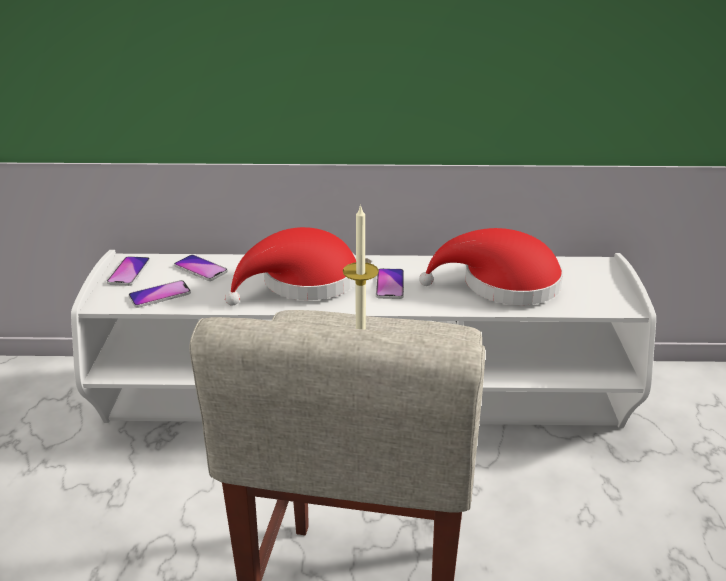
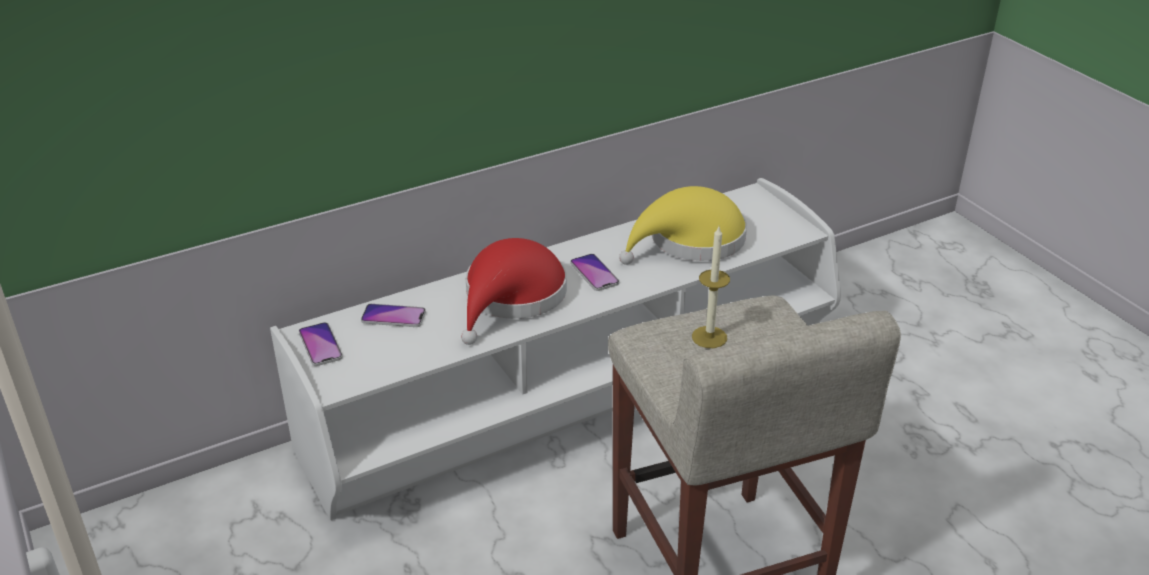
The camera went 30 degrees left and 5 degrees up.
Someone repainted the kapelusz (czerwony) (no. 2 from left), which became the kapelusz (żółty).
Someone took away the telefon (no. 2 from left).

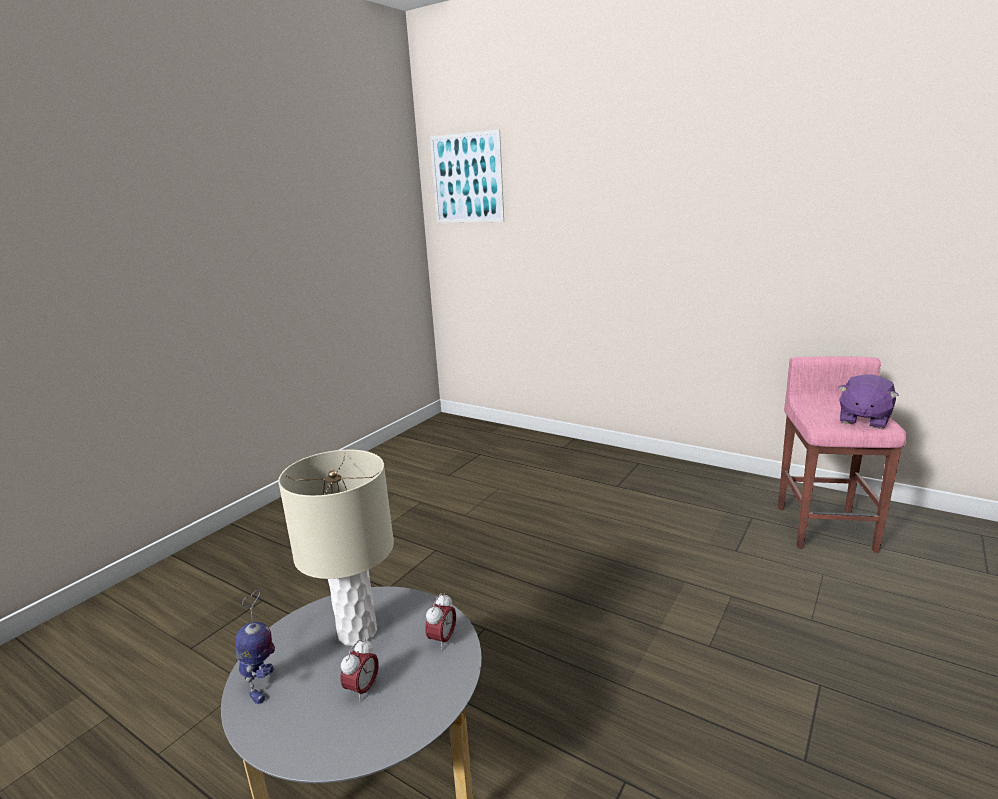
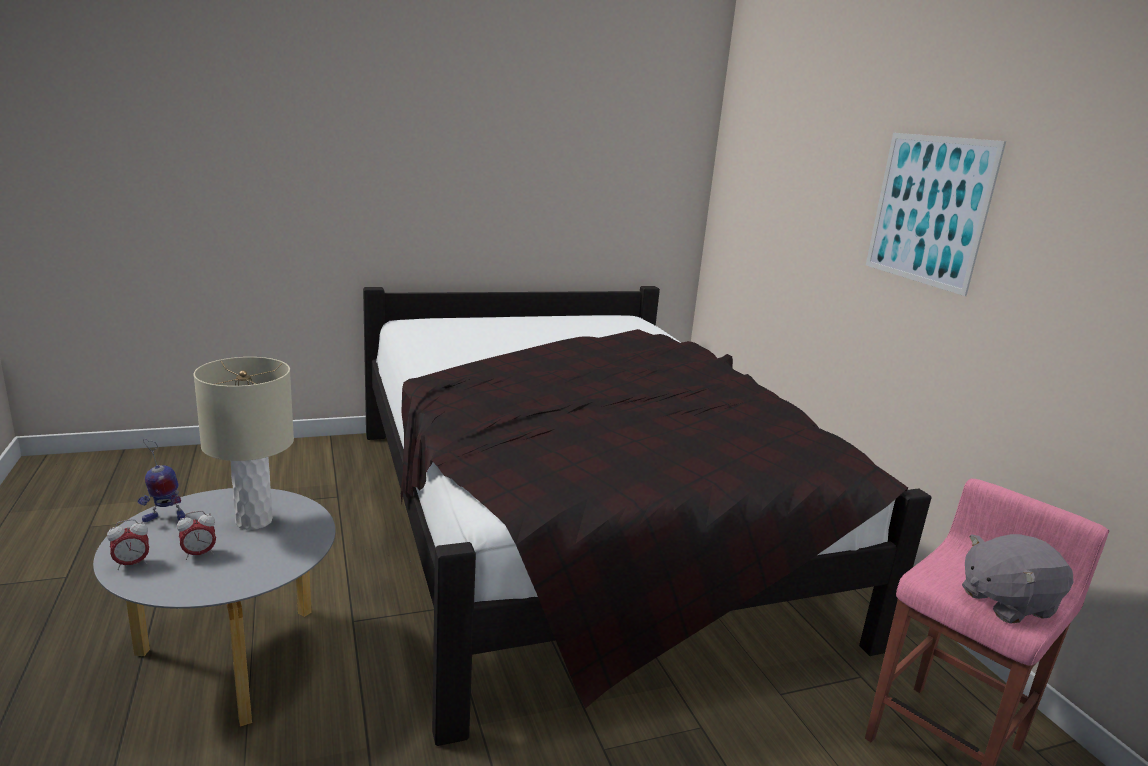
The camera went 35 degrees right and 0 degrees up.
Someone carried the budzik (no. 2 from left in the first image).
Someone rotated the robot zabawkowy by 45 degrees clockwise.
Someone put down the łóżko (czarny).
Someone carried the obraz.
Someone repainted the pluszak (fioletowy), which became the pluszak (szary).

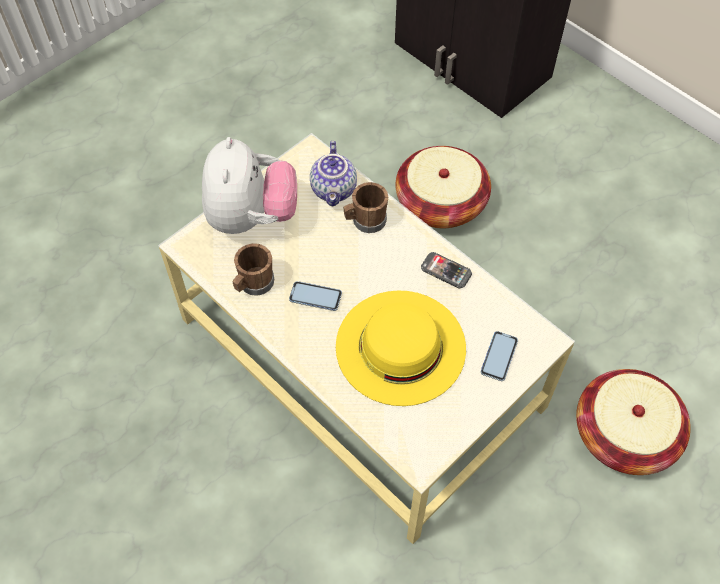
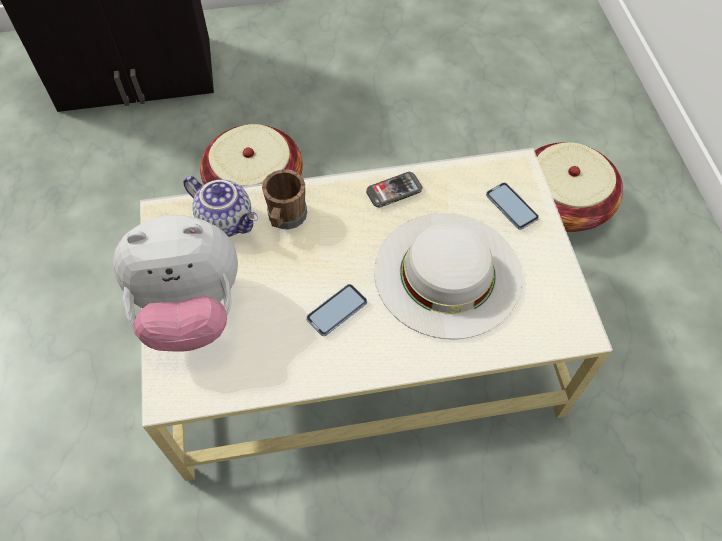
The camera went 55 degrees left and 0 degrees up.
Someone rotated the pluszak by 135 degrees clockwise.
Someone repainted the kapelusz (żółty), which became the kapelusz (biały).
Someone took away the kubek (brązowy) (no. 1 from left).

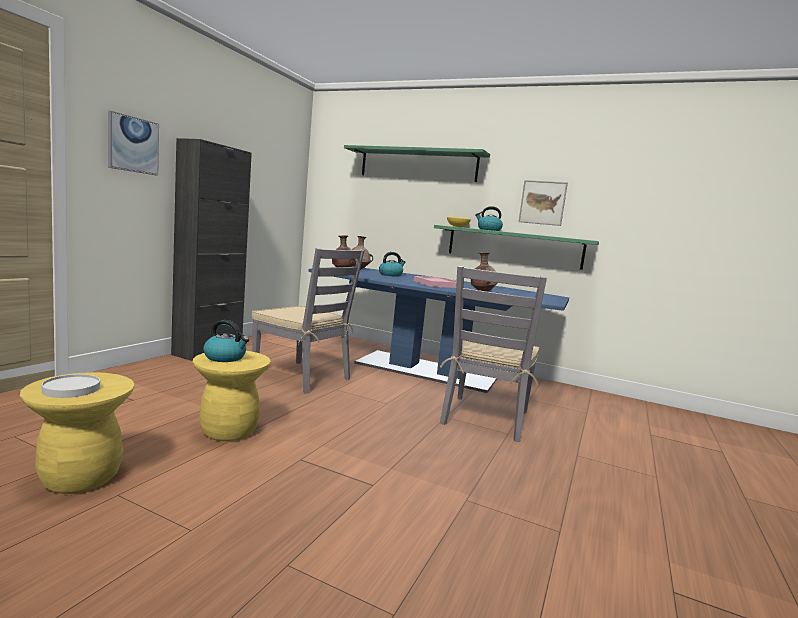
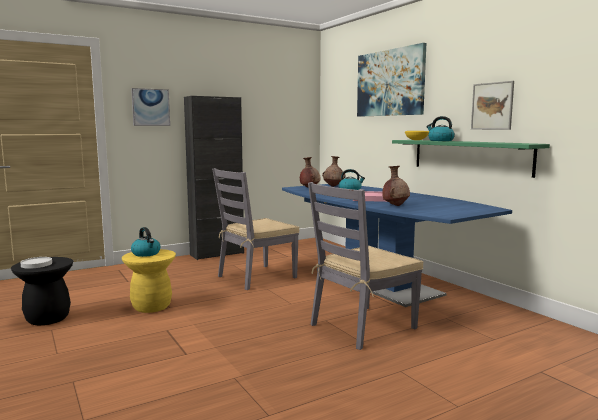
The camera went 35 degrees right and 0 degrees up.
Someone repainted the stołek (żółty) (no. 1 from left), which became the stołek (czarny).
Someone rotated the krzesło (szary) (no. 1 from left) by 75 degrees clockwise.
Someone swapped the półka (zielony) (no. 1 from left) for the obraz (no. 2 from left).

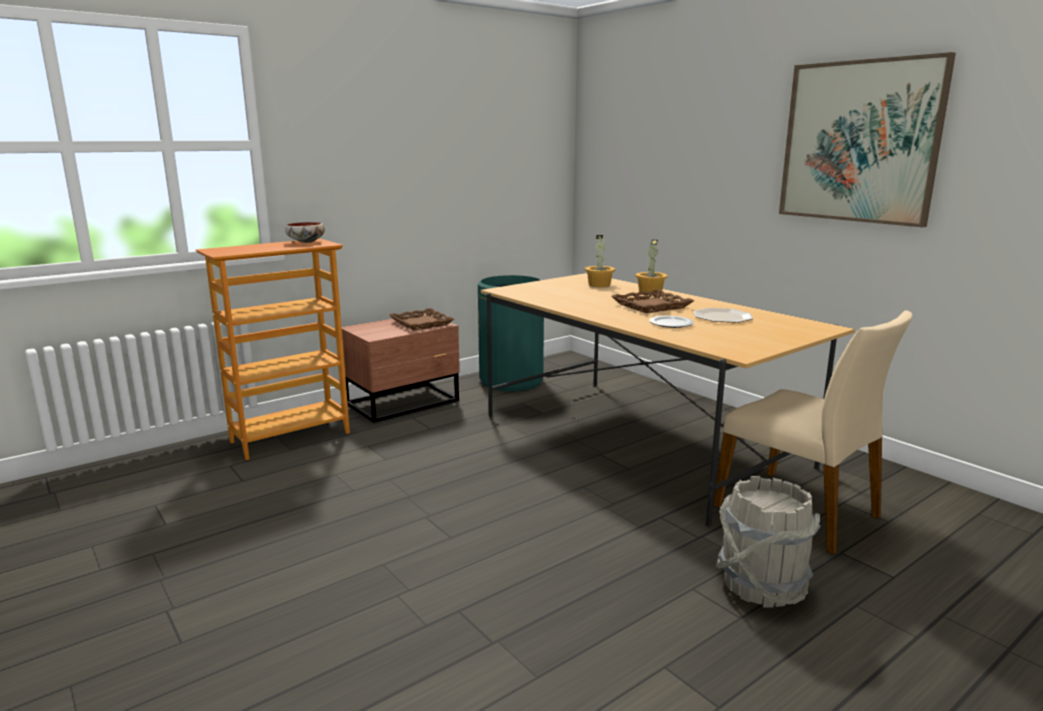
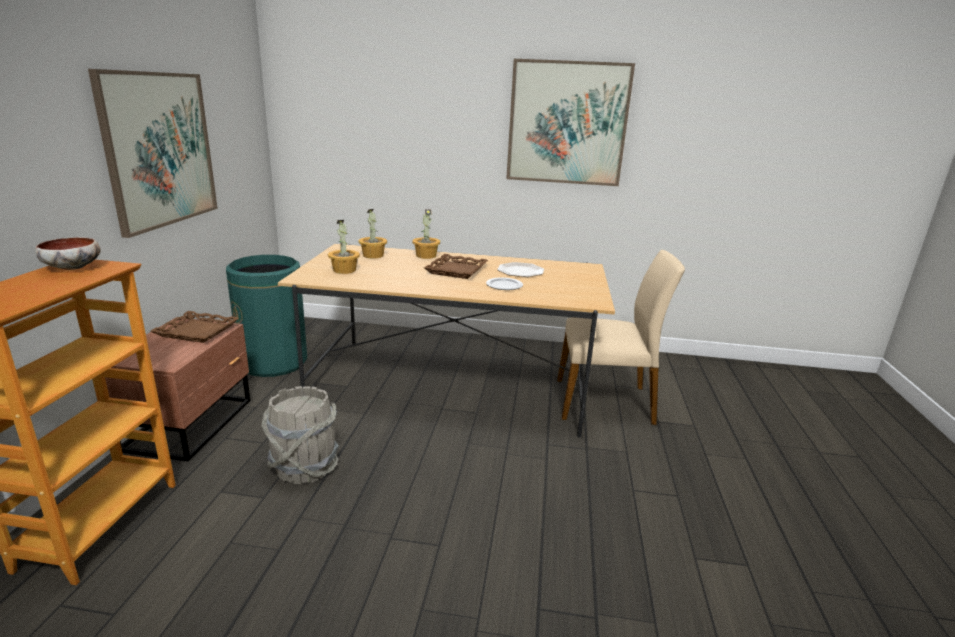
The camera went 45 degrees left and 5 degrees up.
Someone put up the obraz (no. 1 from left).
Someone carried the wiadro (szary).
Someone put down the roślina doniczkowa (no. 1 from left).

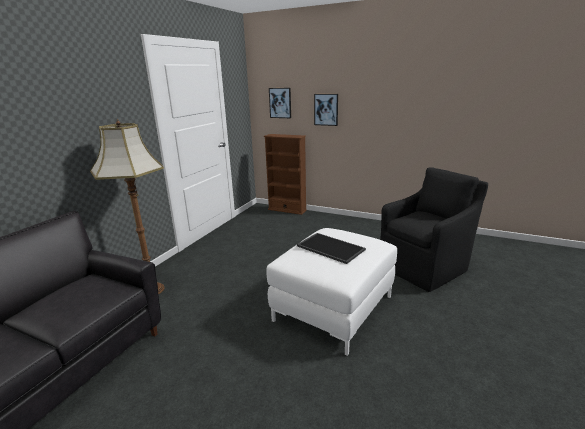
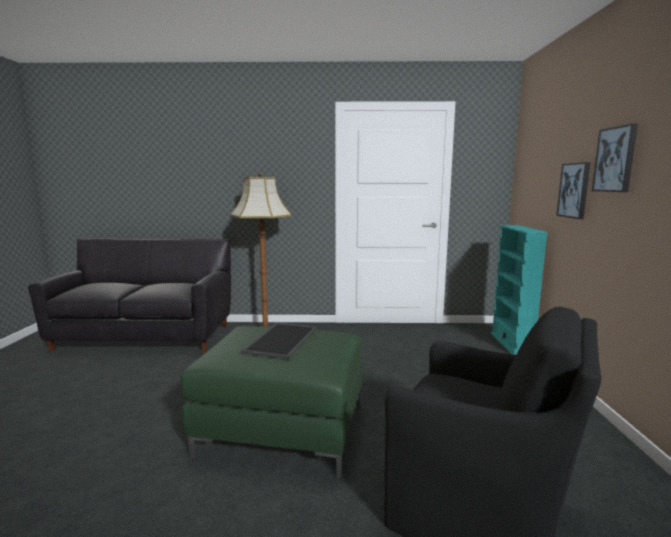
The camera went 65 degrees right and 10 degrees down.
Someone repainted the pufa (biały), which became the pufa (zielony).
Someone repainted the regał (brązowy), which became the regał (turkusowy).
Someone carried the obraz (no. 1 from left in the first image).

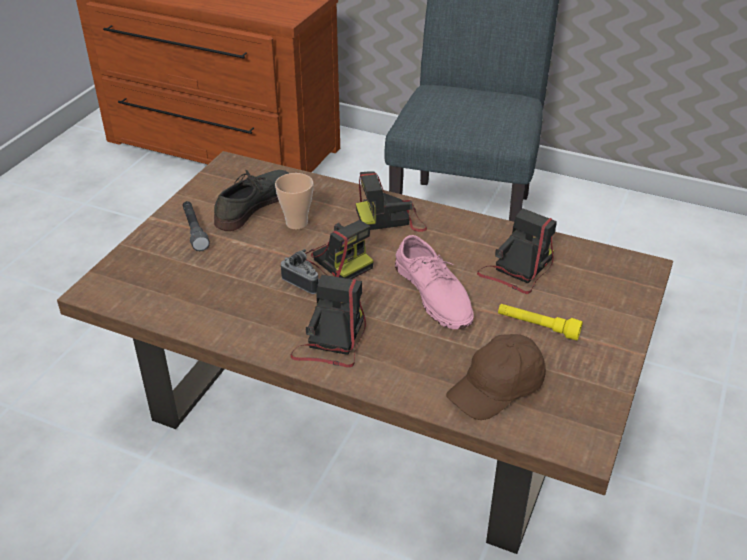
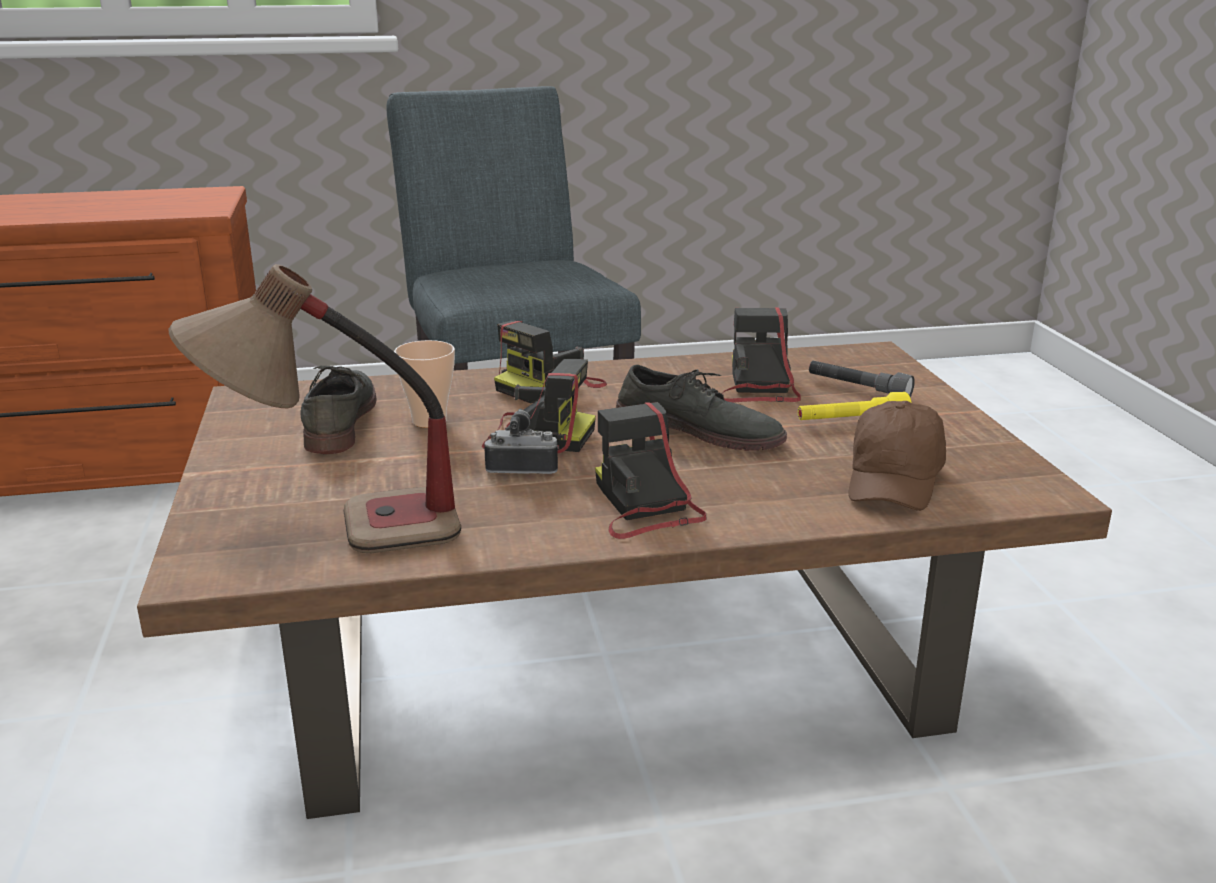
The camera went 35 degrees left and 15 degrees down.
Someone put down the lampa stołowa.
Someone repainted the but (różowy), which became the but (szary) (no. 2 from left).
Someone carried the latarka (szary).

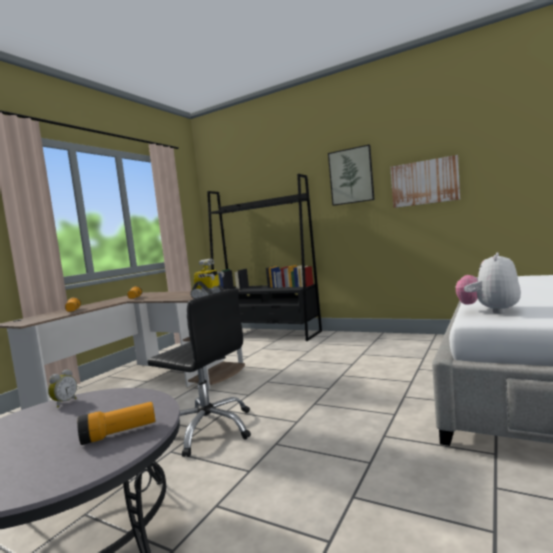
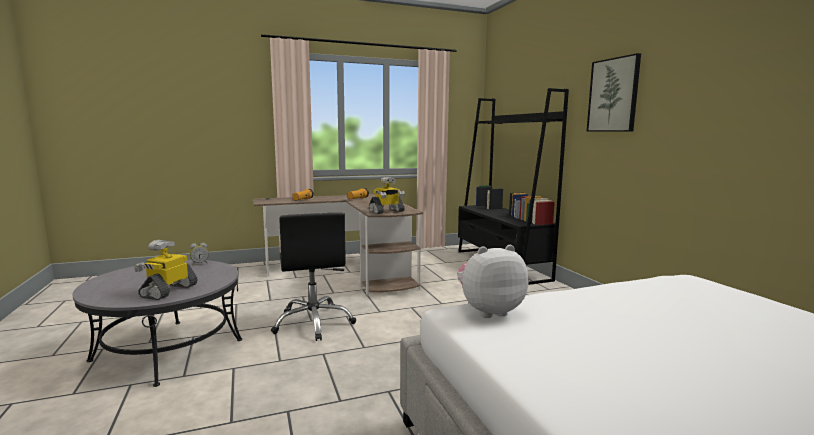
The camera went 40 degrees right and 5 degrees up.
Someone swapped the latarka (no. 2 from left) for the robot zabawkowy (no. 1 from left).
Someone took away the obraz (no. 2 from left).

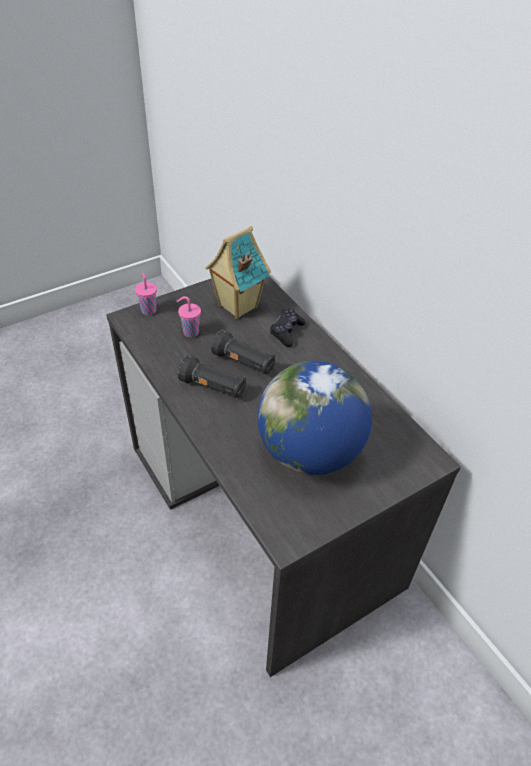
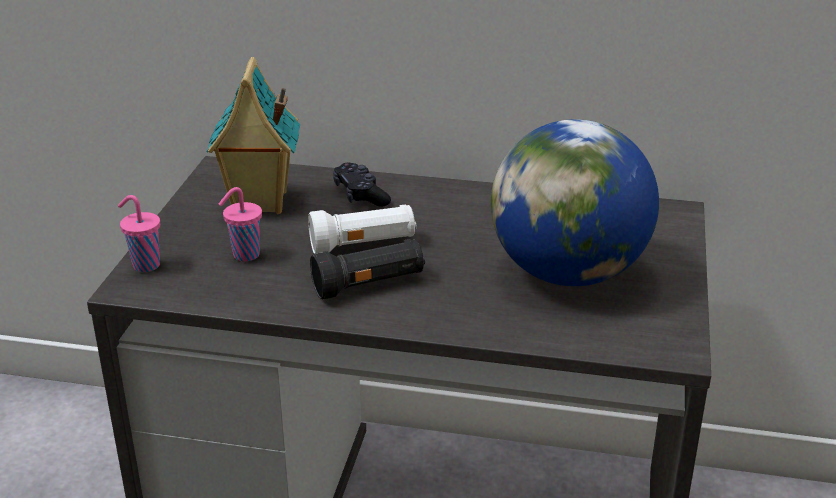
The camera went 45 degrees left and 15 degrees down.
Someone repainted the latarka (czarny) (no. 2 from left), which became the latarka (biały).

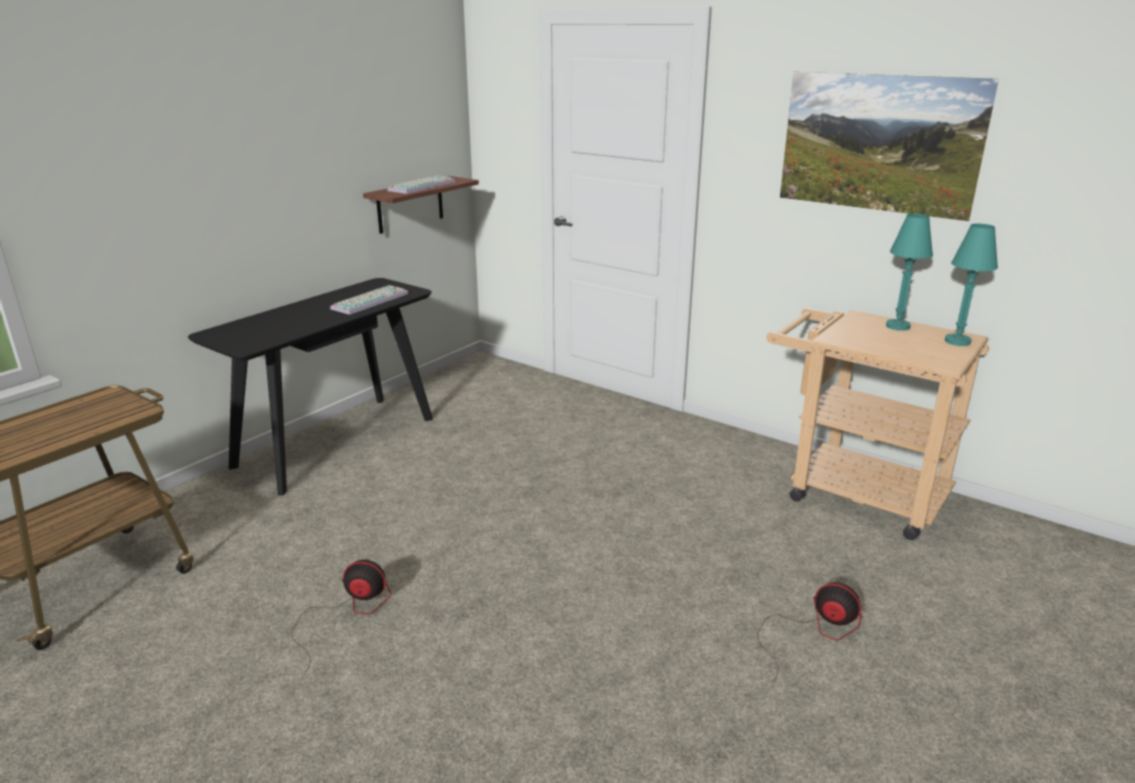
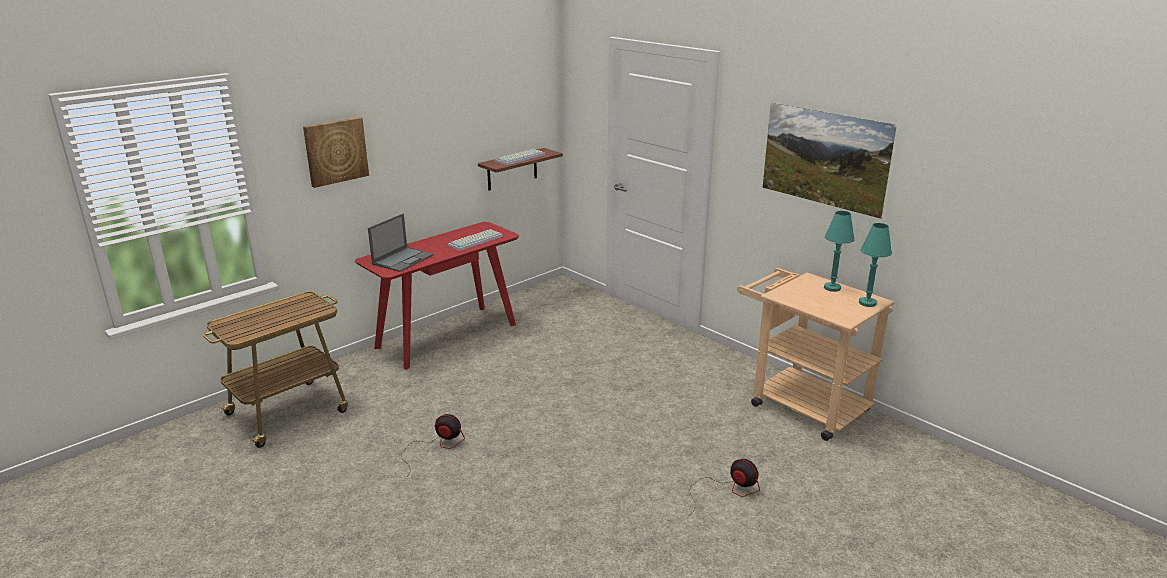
The camera went 10 degrees right and 0 degrees up.
Someone put up the obraz (no. 1 from left).
Someone repainted the stolik konsolowy (czarny), which became the stolik konsolowy (czerwony).
Someone put down the laptop.

